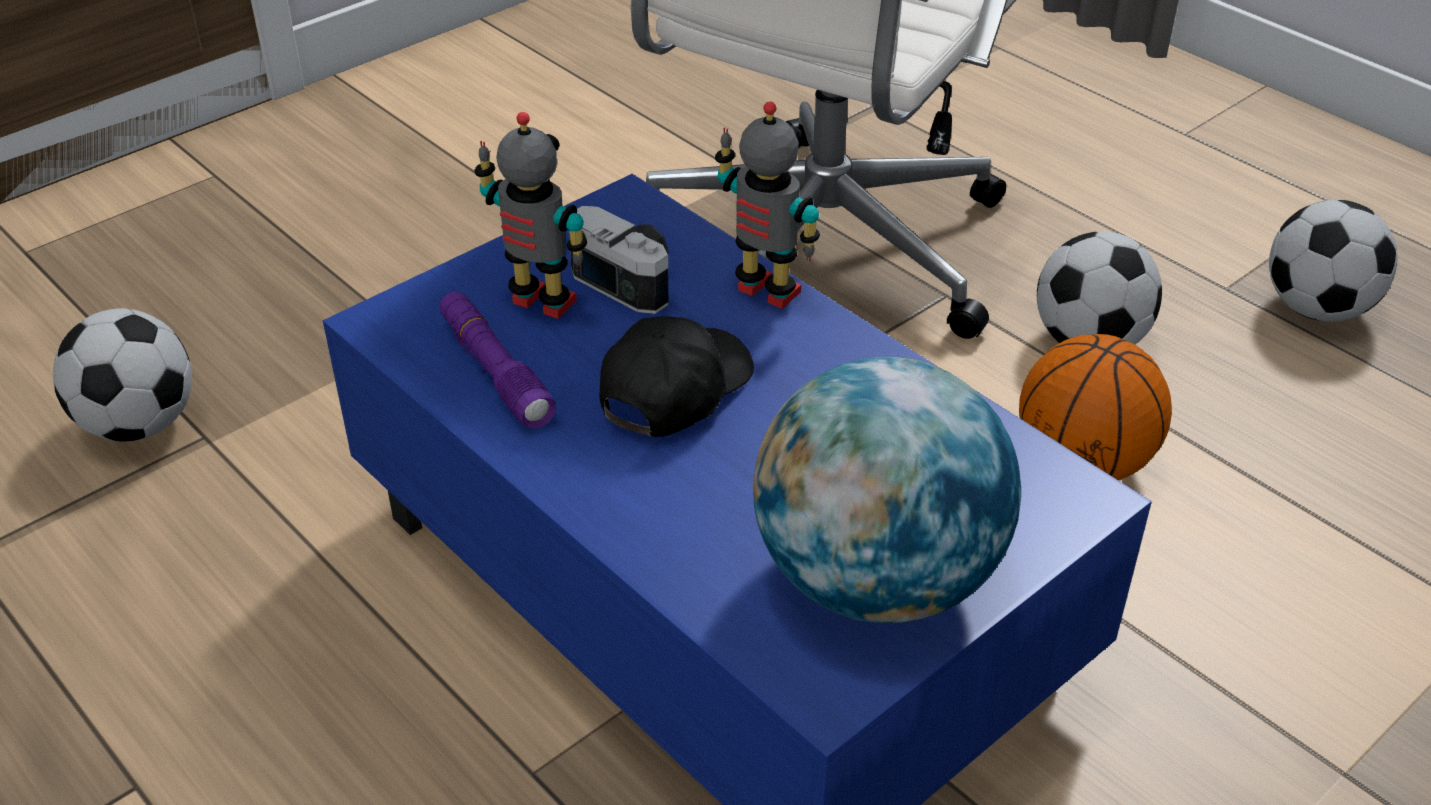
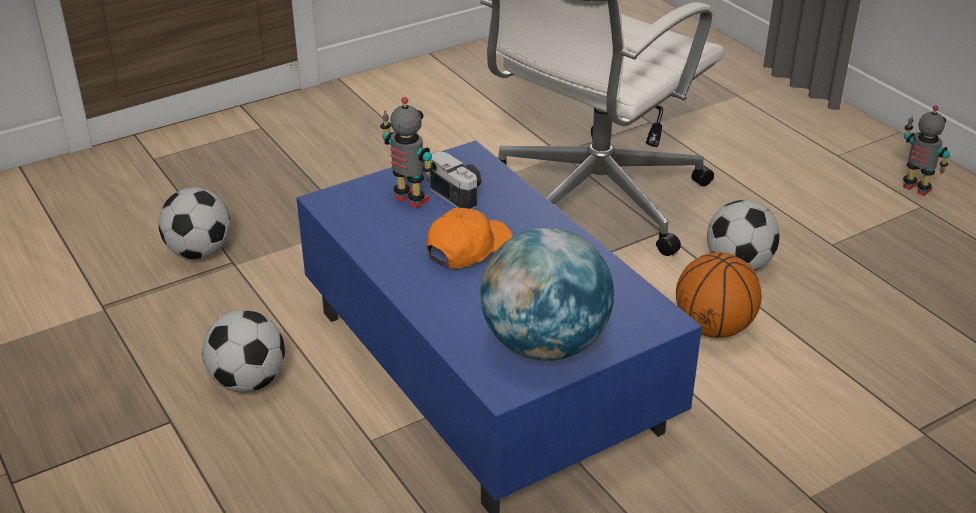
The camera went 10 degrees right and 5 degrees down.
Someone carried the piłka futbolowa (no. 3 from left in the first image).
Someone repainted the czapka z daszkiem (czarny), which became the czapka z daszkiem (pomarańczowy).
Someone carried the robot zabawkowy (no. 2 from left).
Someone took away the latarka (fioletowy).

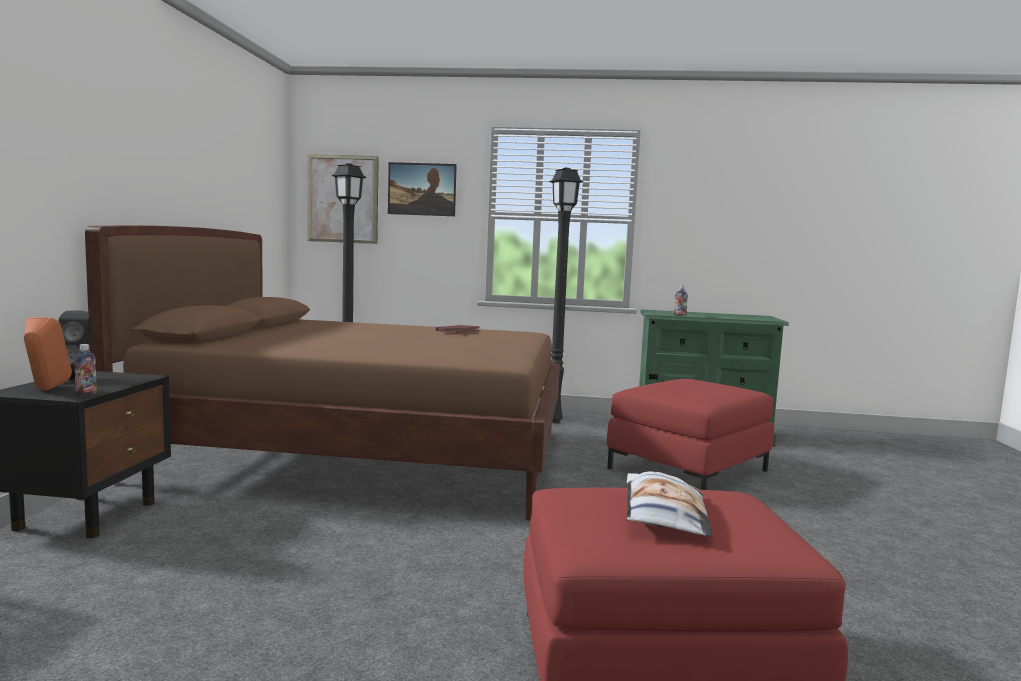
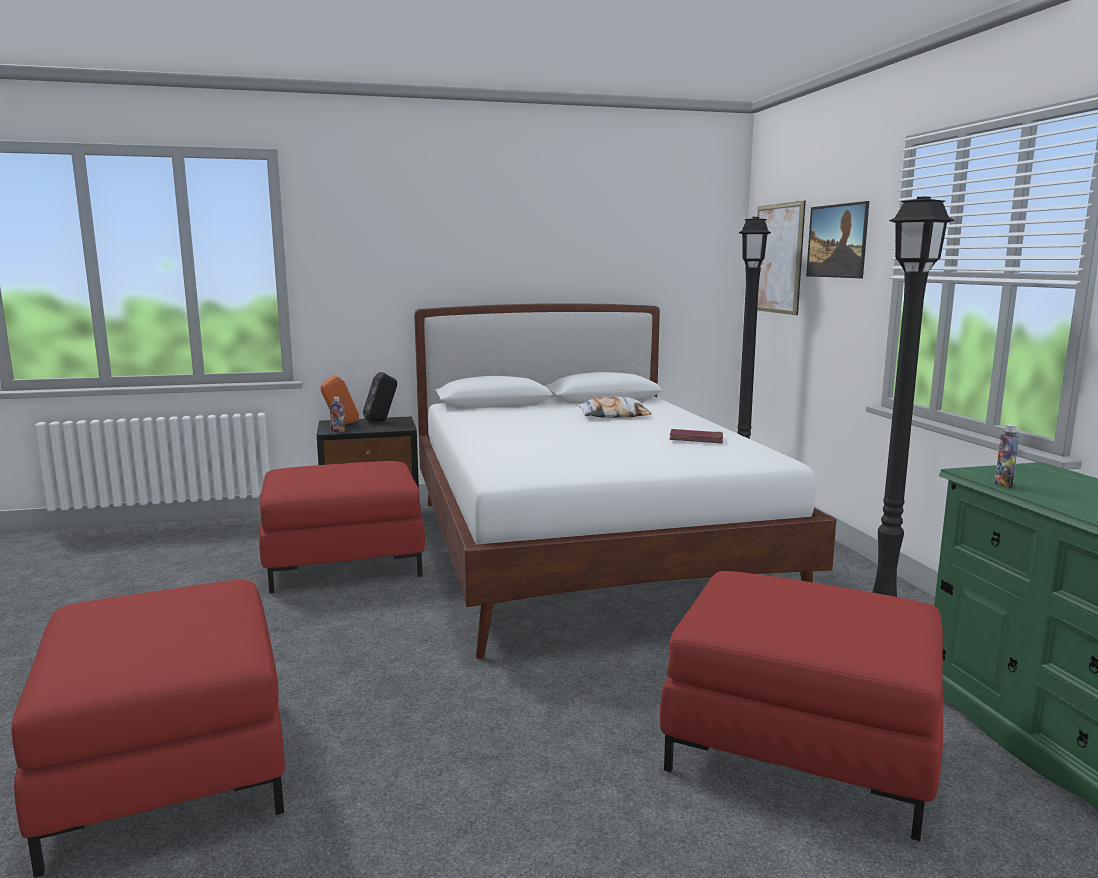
The camera went 70 degrees right and 5 degrees up.
Someone put down the pufa (czerwony) (no. 2 from left).
Someone repainted the łóżko (brązowy), which became the łóżko (biały).
Someone carried the poduszka.

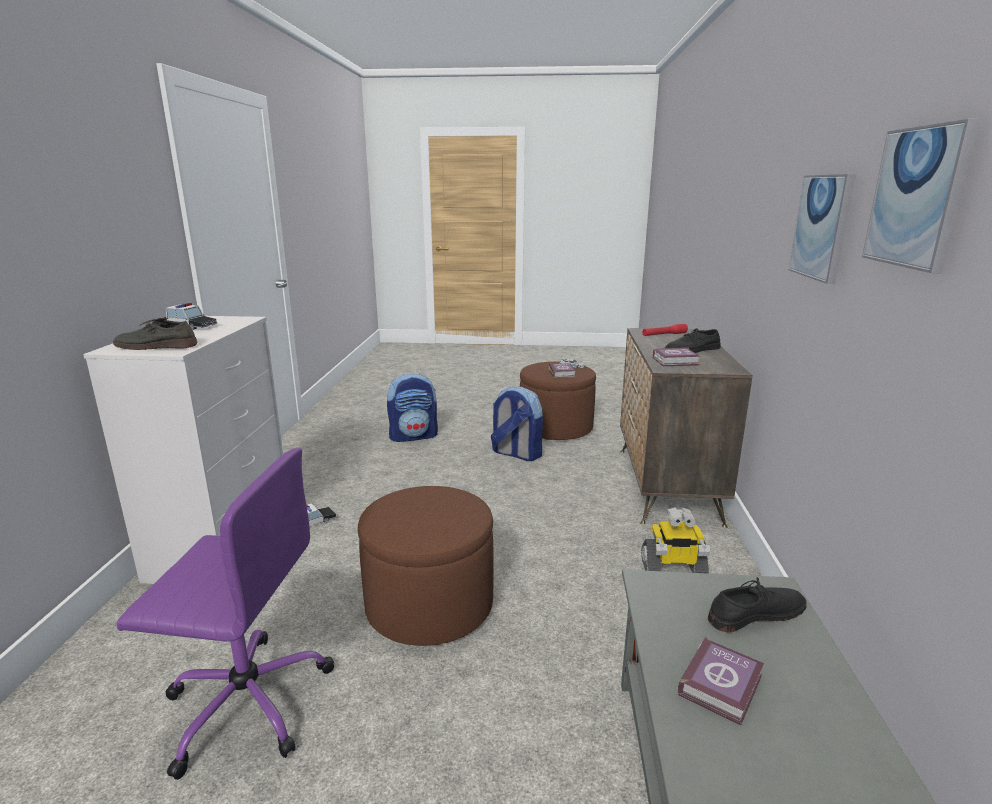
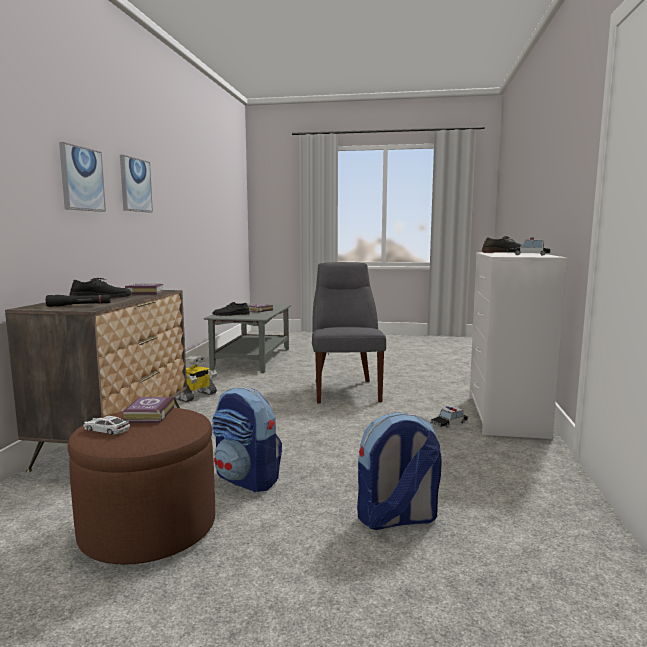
The camera went 175 degrees left and 10 degrees down.
Someone repainted the latarka (czerwony), which became the latarka (czarny).
Someone carried the obraz (no. 2 from left in the first image).
Someone rotated the robot zabawkowy by 120 degrees clockwise.
Someone swapped the pufa (brązowy) (no. 1 from left) for the krzesło (szary).
Someone took away the krzesło biurowe (fioletowy).

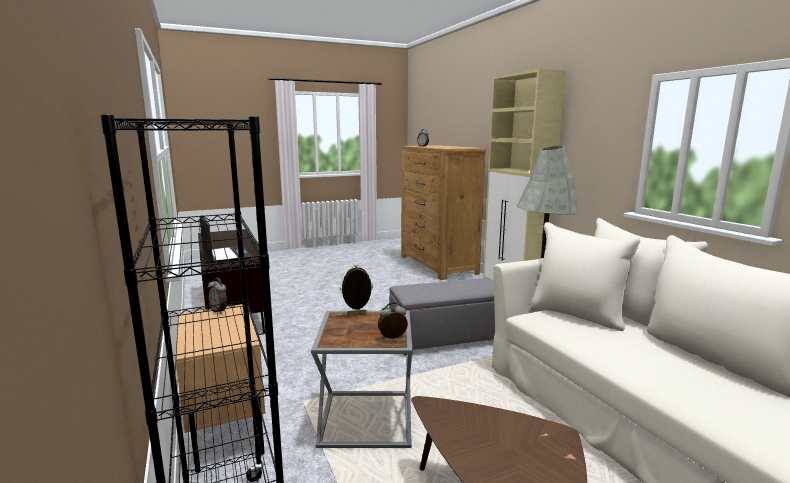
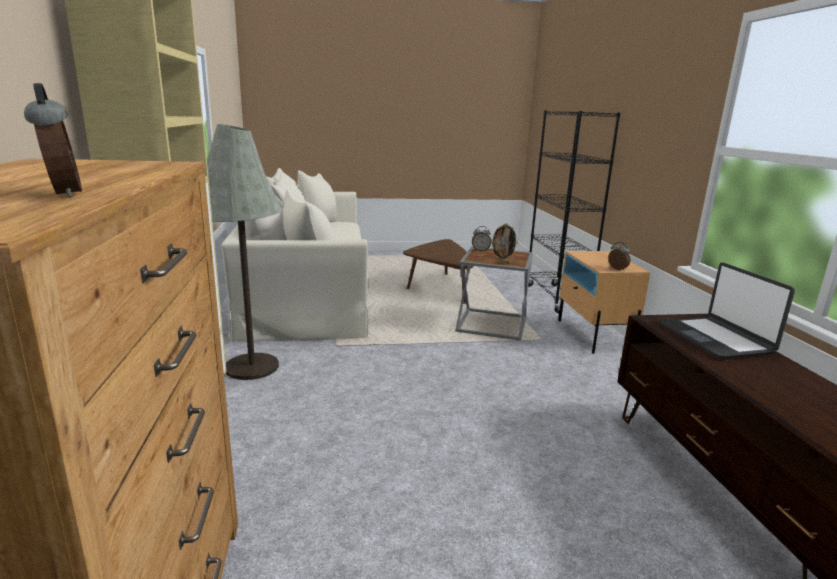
The camera went 165 degrees left and 5 degrees up.
Someone took away the pufa (szary).

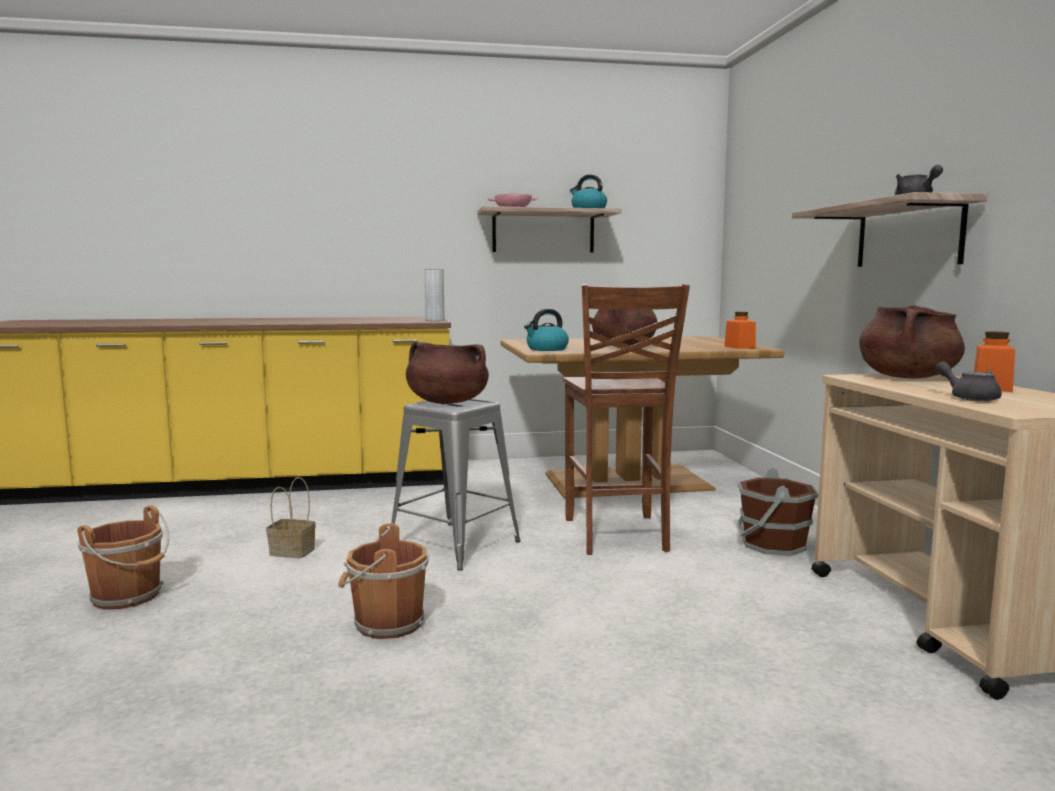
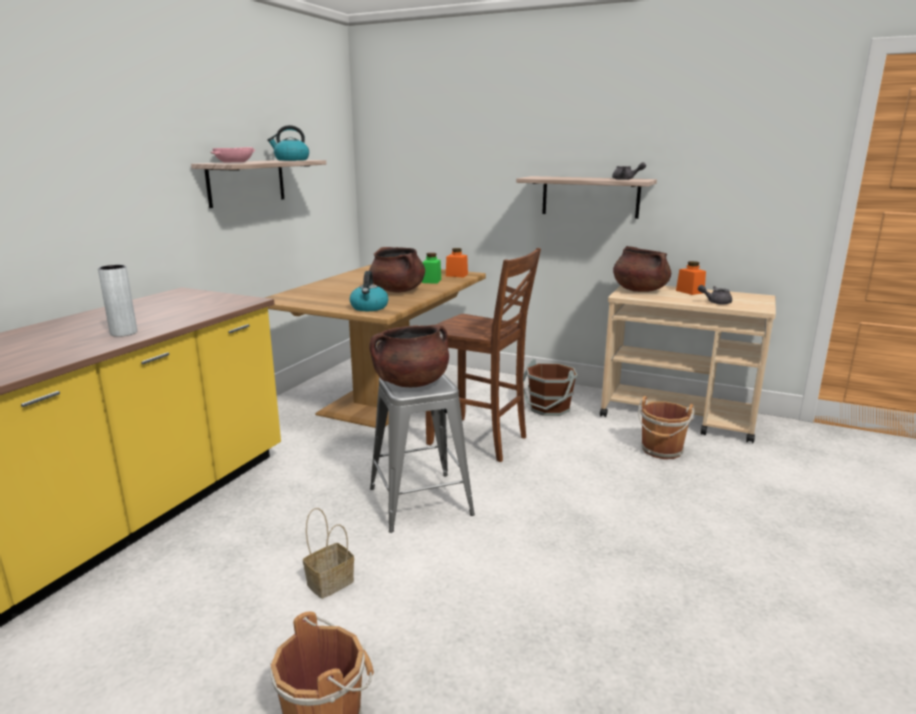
The camera went 55 degrees left and 10 degrees up.
Someone carried the wazon (szary).
Someone put down the słoik (zielony).
Someone carried the wiadro (brązowy) (no. 2 from left in the first image).

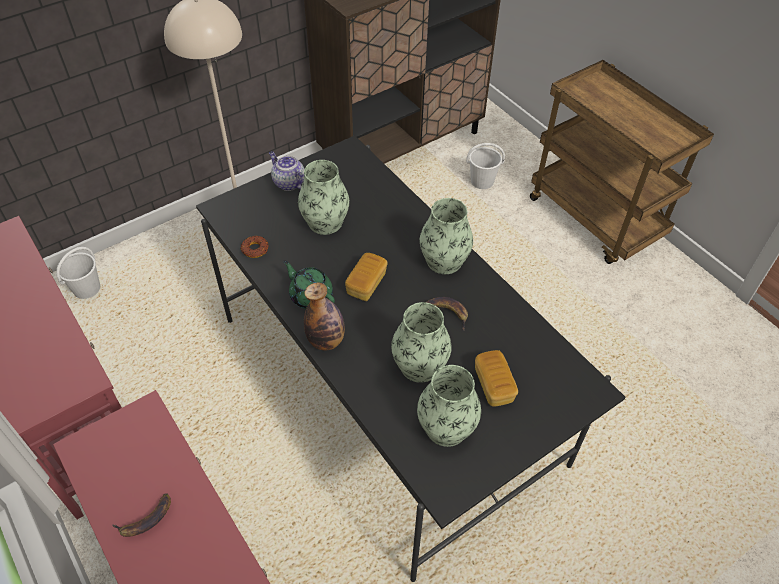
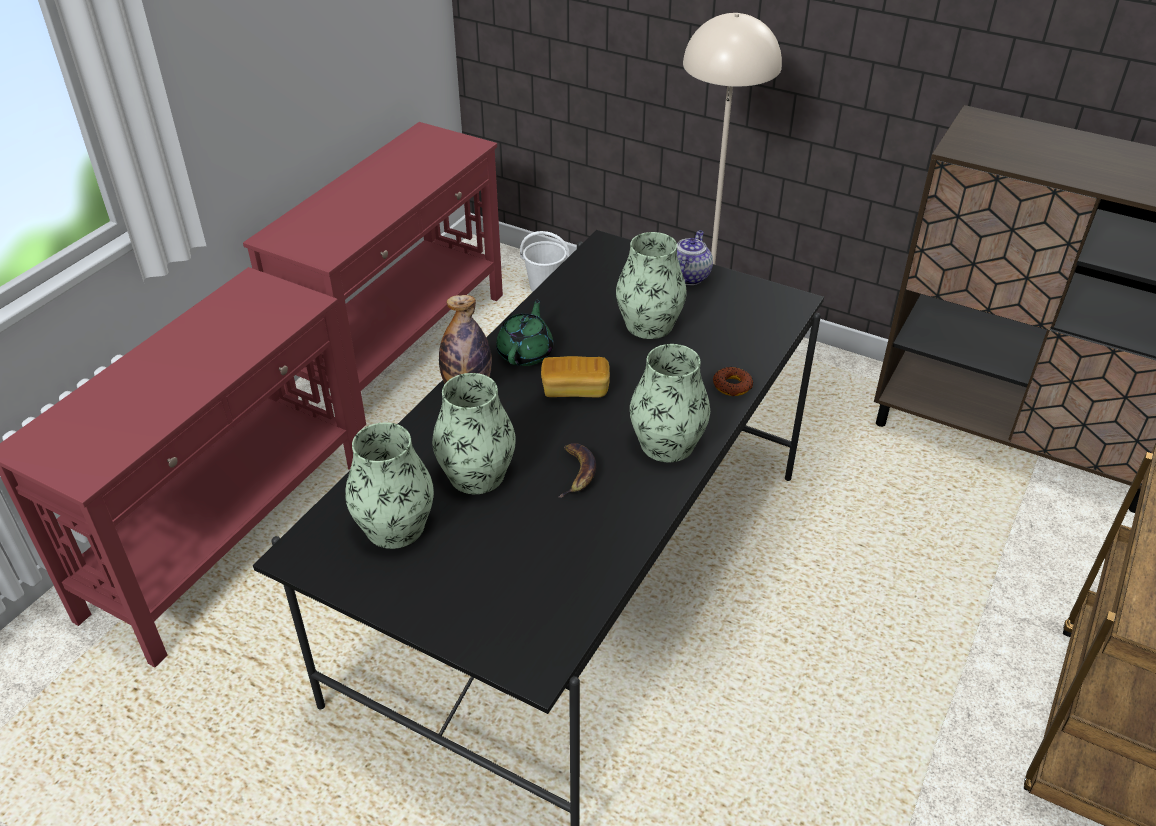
The camera went 65 degrees right and 10 degrees down.
Someone carried the donut.
Someone took away the banan (no. 1 from left).
Someone took away the wiadro (biały) (no. 2 from left).
Someone took away the chleb (no. 2 from left).

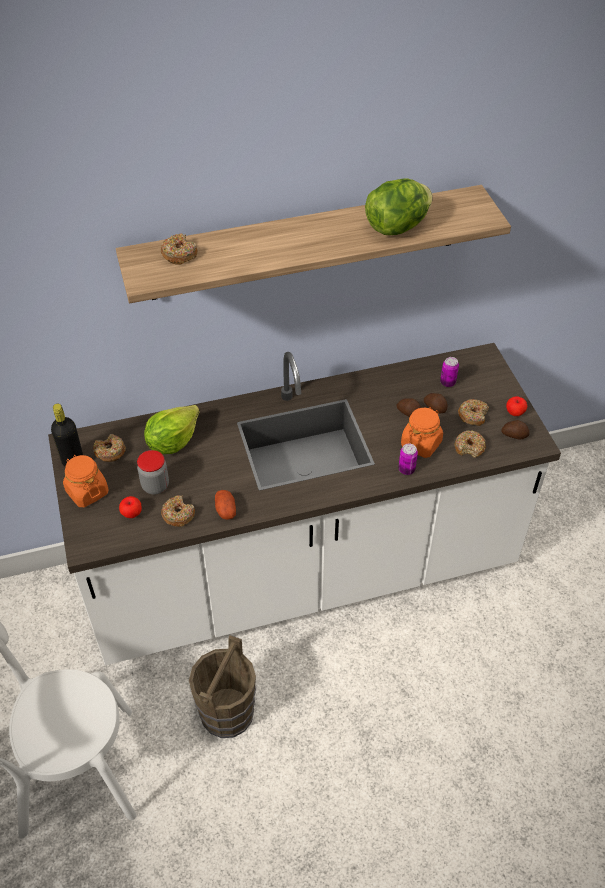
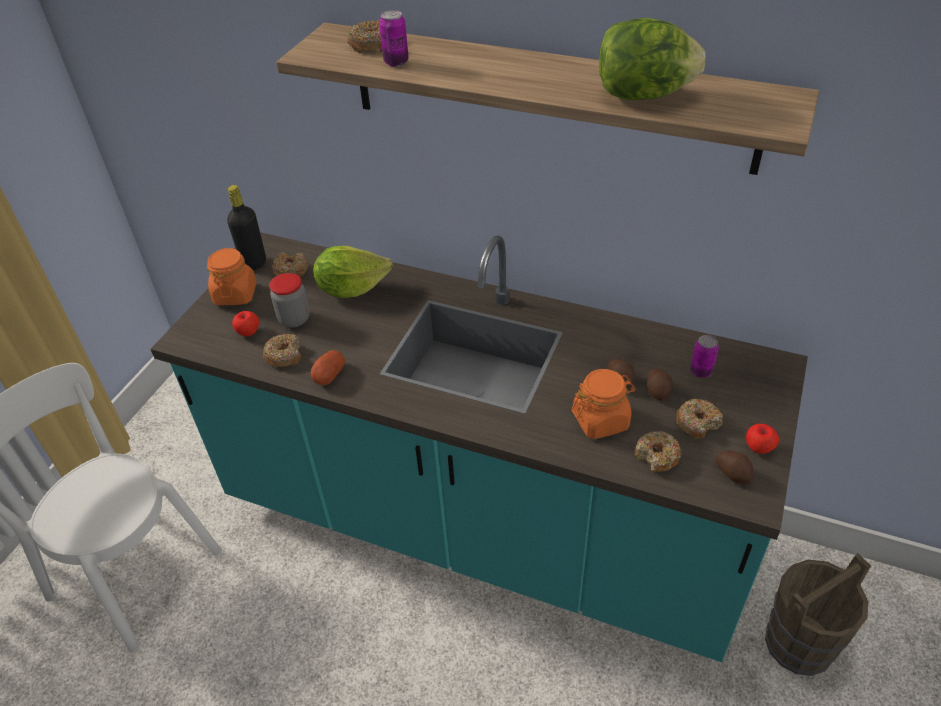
The camera went 40 degrees right and 5 degrees down.
Someone repainted the zabudowa kuchenna (biały), which became the zabudowa kuchenna (turkusowy).
Someone carried the puszka (no. 1 from left).
Someone carried the wiadro (brązowy).

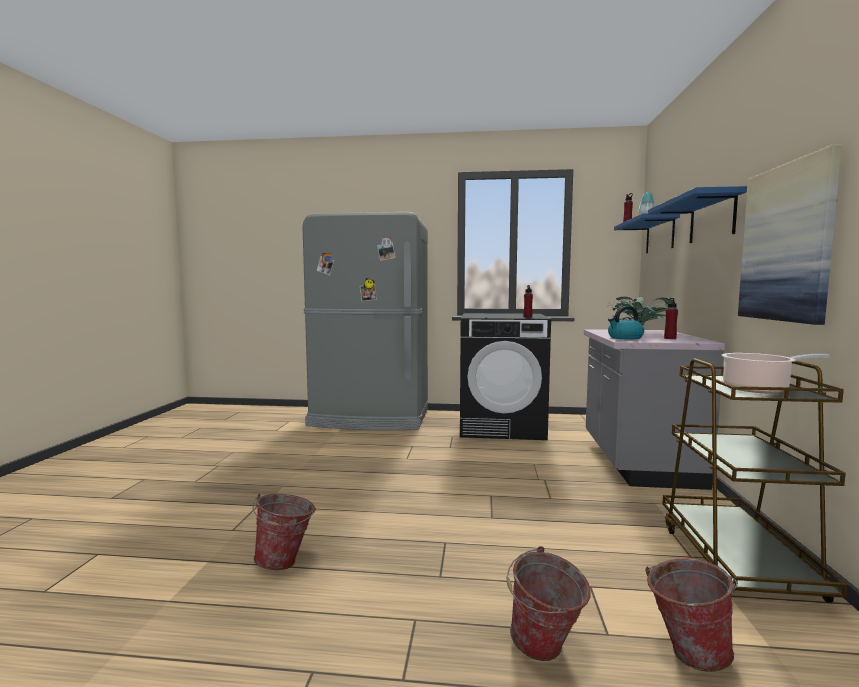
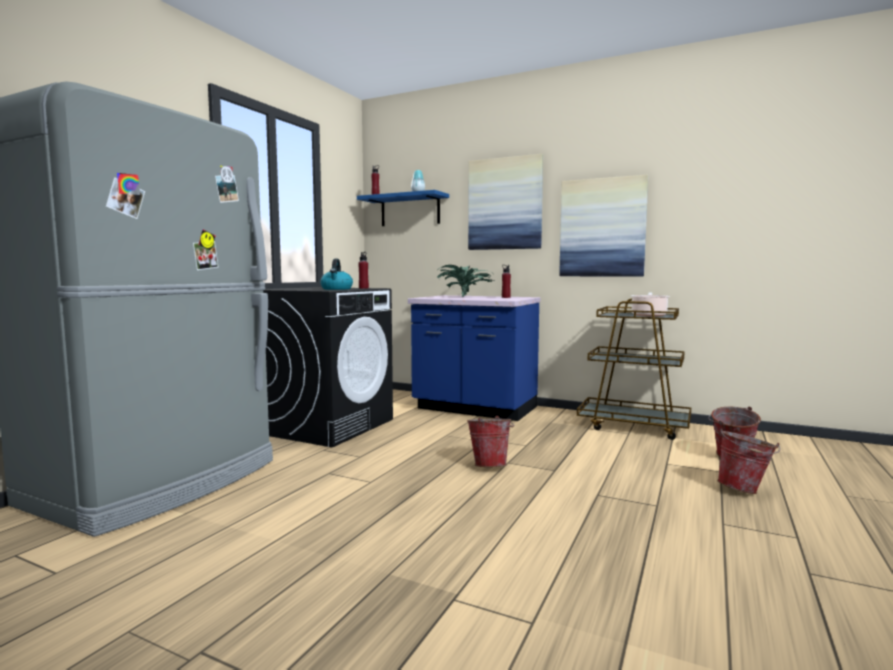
The camera went 70 degrees left and 0 degrees up.
Someone carried the czajnik.
Someone repainted the zabudowa kuchenna (szary), which became the zabudowa kuchenna (niebieski).
Someone carried the wiadro (no. 1 from left).
Someone swapped the półka (niebieski) (no. 2 from left) for the obraz (no. 1 from left).

